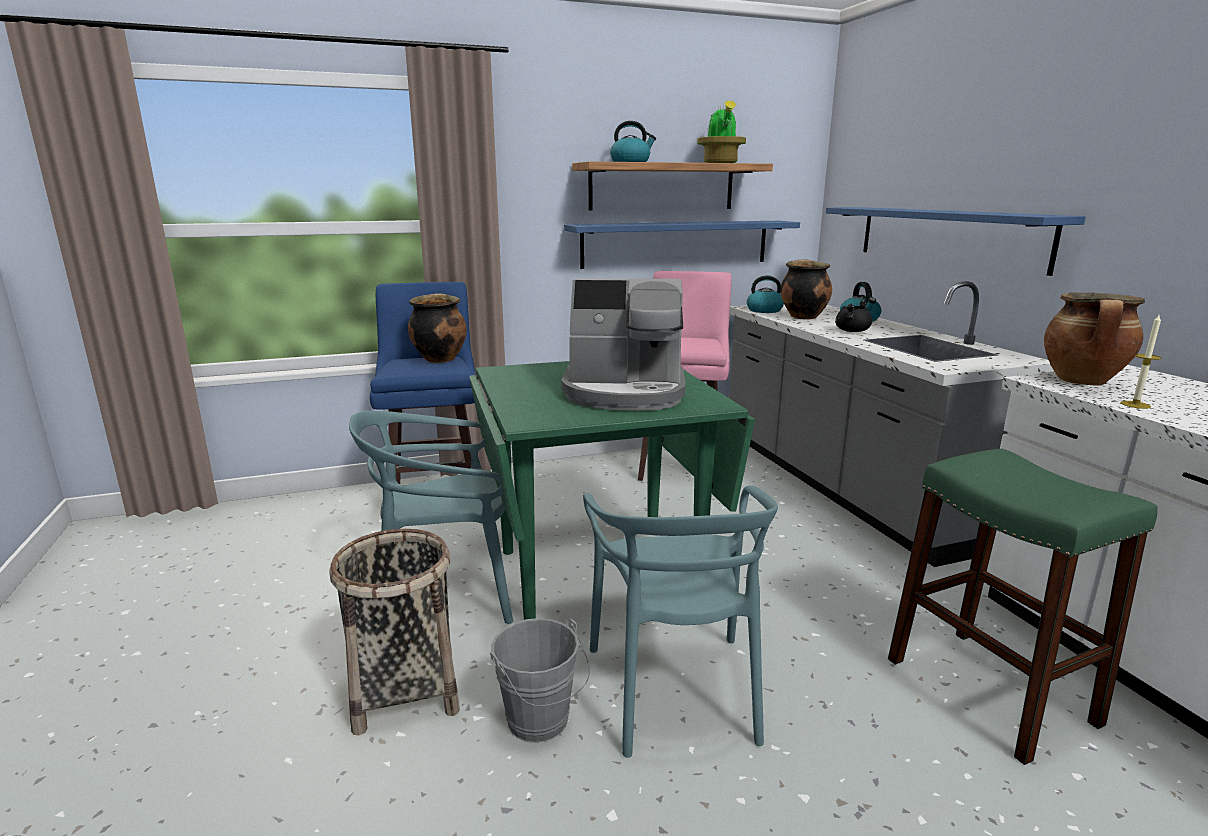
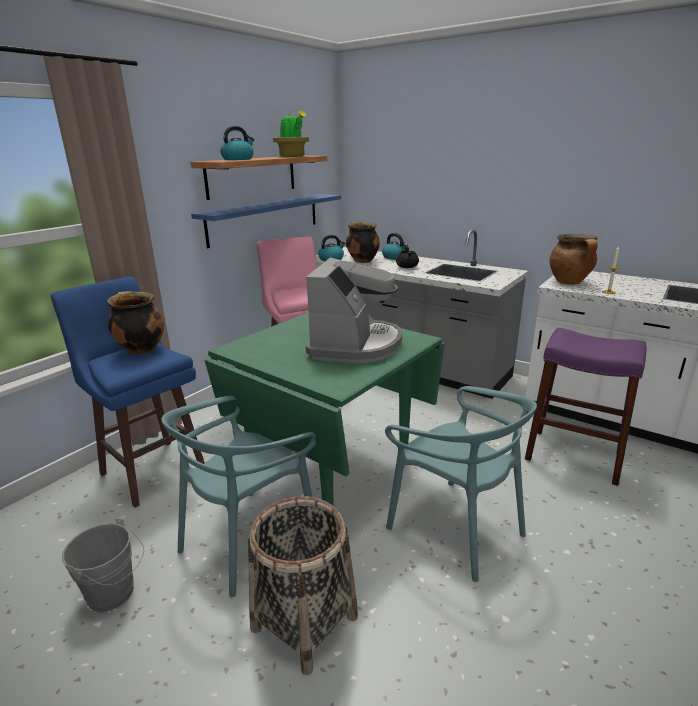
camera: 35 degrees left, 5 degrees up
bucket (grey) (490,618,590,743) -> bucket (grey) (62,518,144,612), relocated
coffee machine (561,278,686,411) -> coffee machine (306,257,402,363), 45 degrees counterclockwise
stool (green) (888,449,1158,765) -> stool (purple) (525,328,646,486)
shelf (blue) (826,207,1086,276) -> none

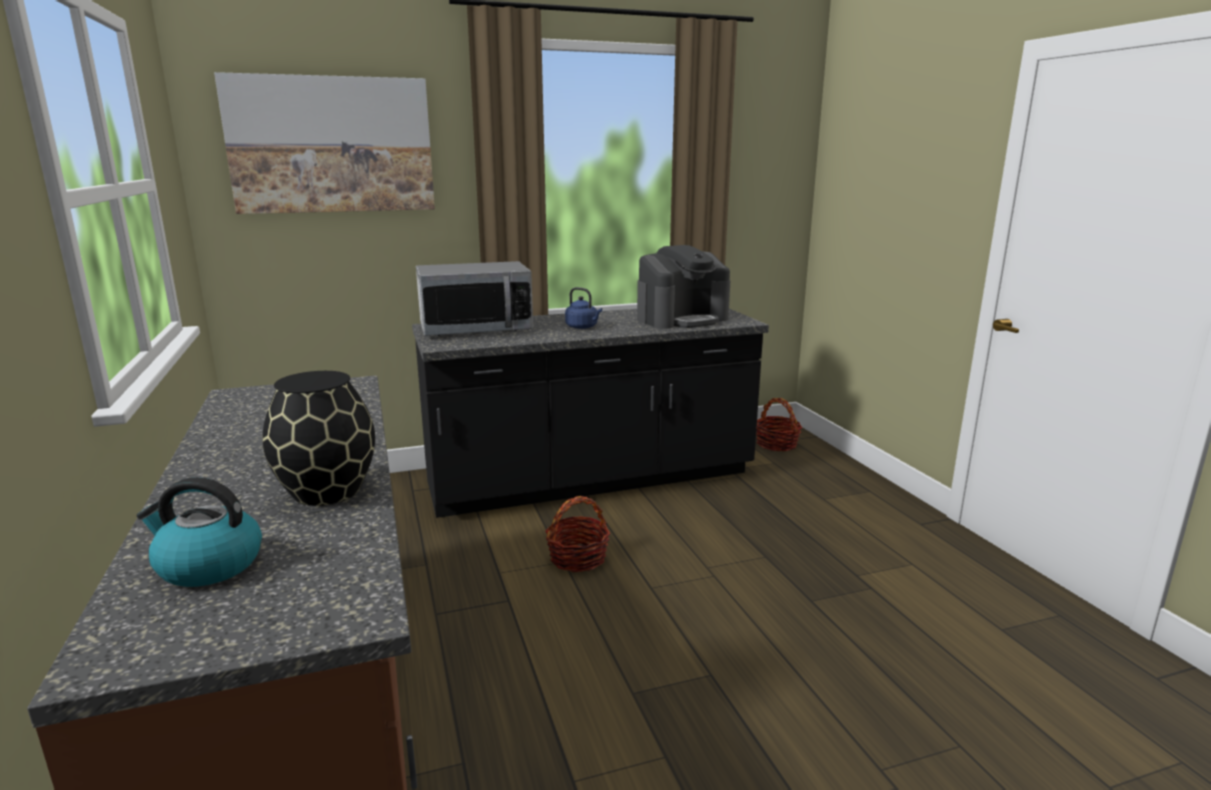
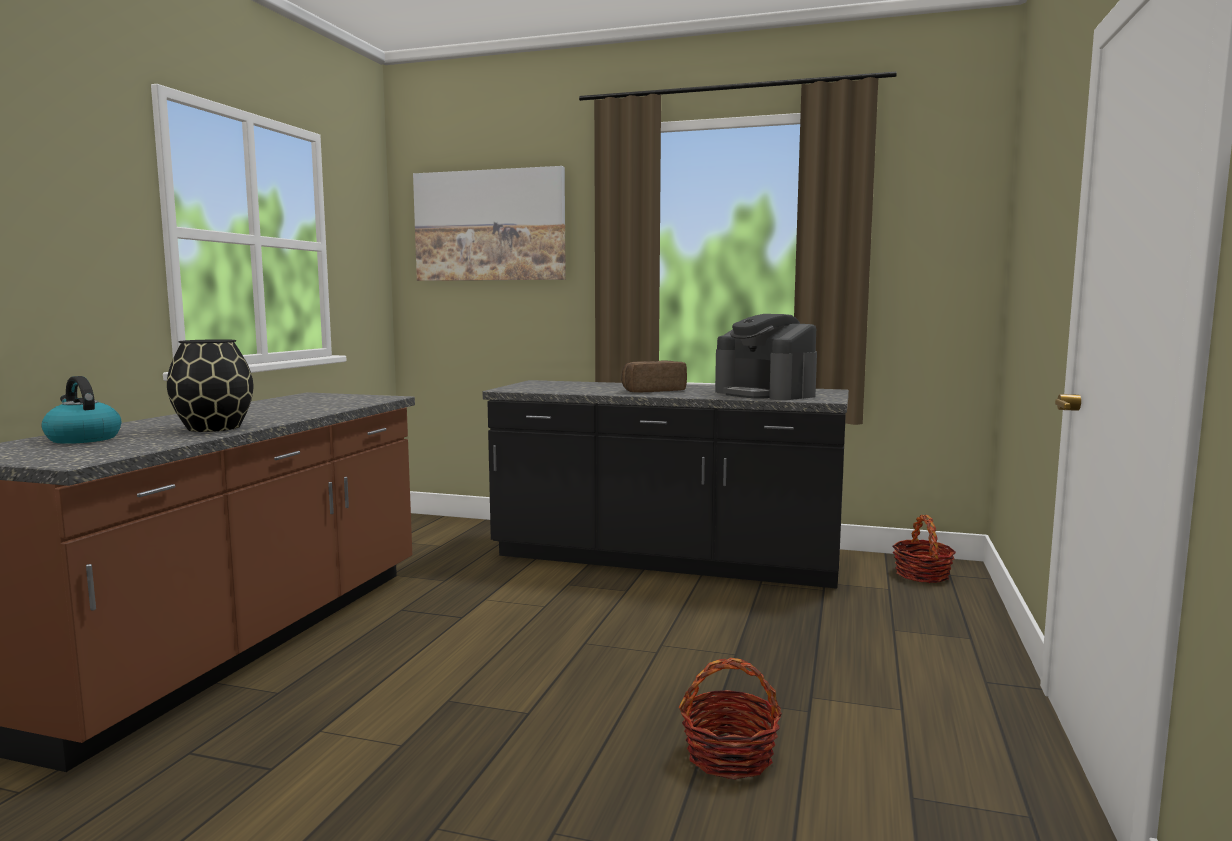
camera: 35 degrees right, 10 degrees down
kettle (blue) (565,287,602,329) -> bread (621,360,687,393)
basket (545,496,611,572) -> basket (679,658,782,780), relocated
coffee machine (637,245,731,329) -> coffee machine (715,314,817,400), 45 degrees clockwise
microwave (416,261,533,336) -> none

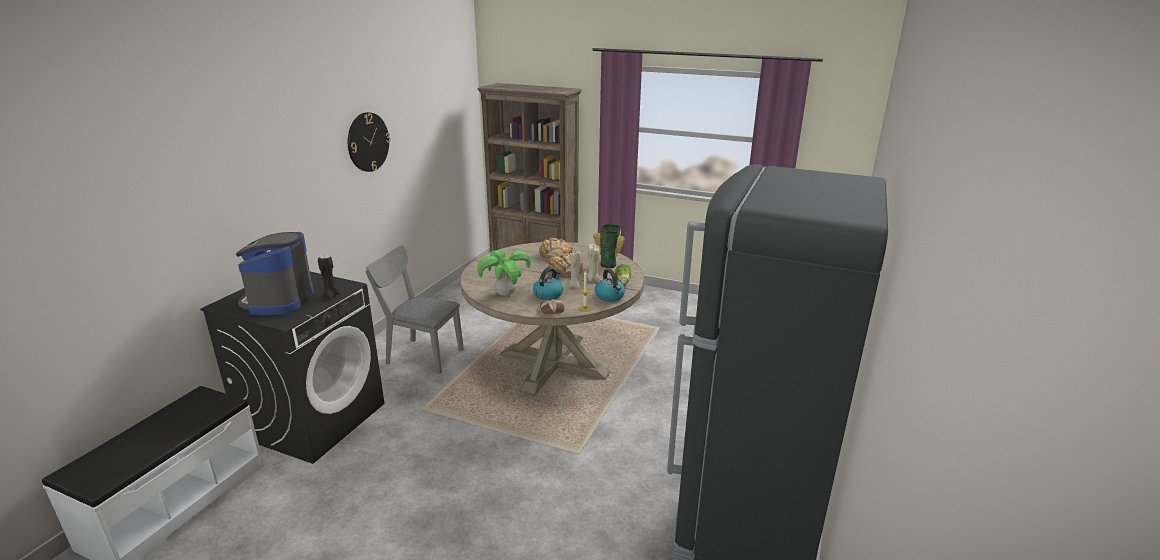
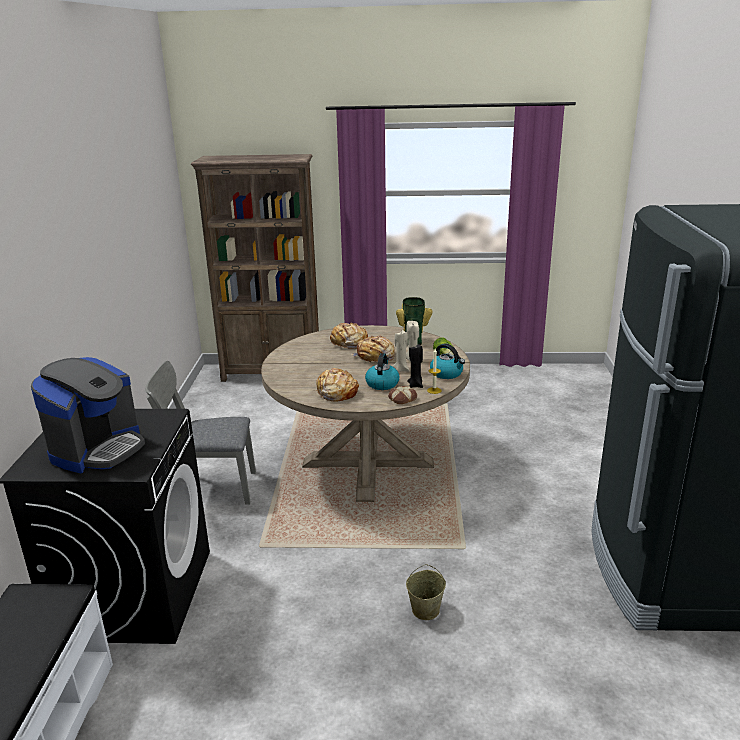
camera: 20 degrees left, 0 degrees up
coffee machine (236,232,314,315) -> coffee machine (31,357,145,473), 135 degrees counterclockwise
potted plant (477,249,531,296) -> bread (315,368,359,402)
none -> bucket (beige) (406,564,446,620)
candle (black) (318,257,340,299) -> candle (black) (407,344,423,388), relocated
wall clock (348,112,391,172) -> none

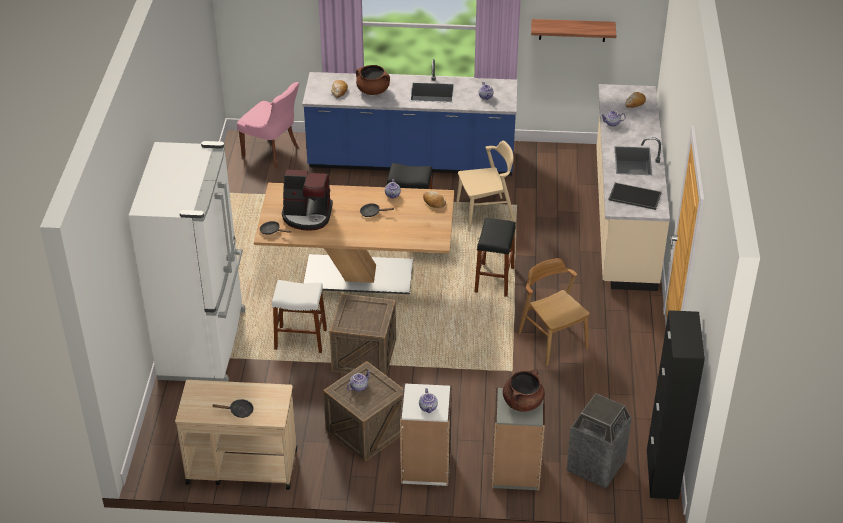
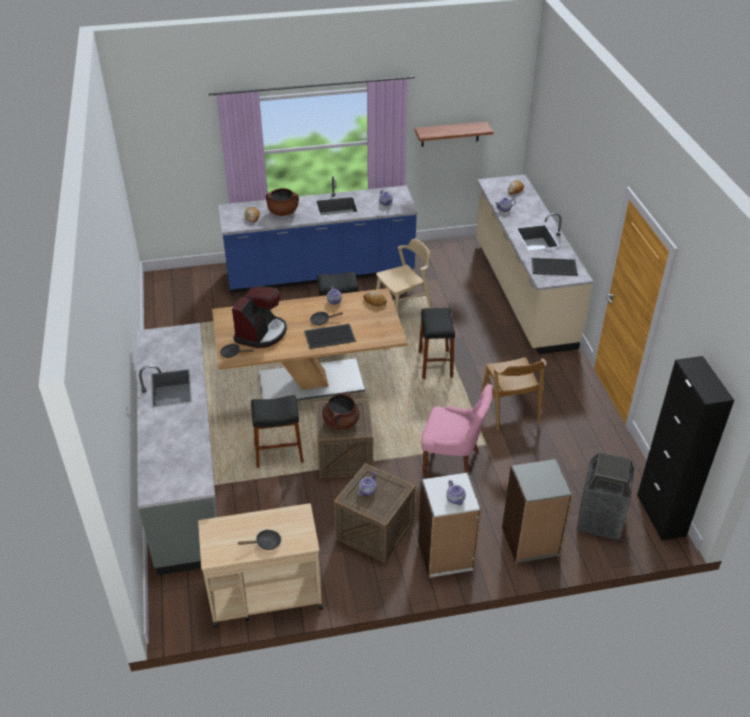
camera: 15 degrees left, 0 degrees up
fridge (white) (129,141,245,382) -> counter (grey) (137,323,217,575)
coffee machine (282,170,333,231) -> coffee machine (232,286,287,348), 60 degrees counterclockwise
stool (white) (272,280,327,353) -> stool (black) (251,395,304,468)
none -> tray (304,324,356,349)
cooking pot (brown) (503,370,545,412) -> cooking pot (brown) (322,391,359,430), relocated
chair (pink) (237,82,299,168) -> chair (pink) (422,384,492,476), relocated
chair (brown) (518,258,590,366) -> chair (brown) (481,357,546,431), 150 degrees counterclockwise

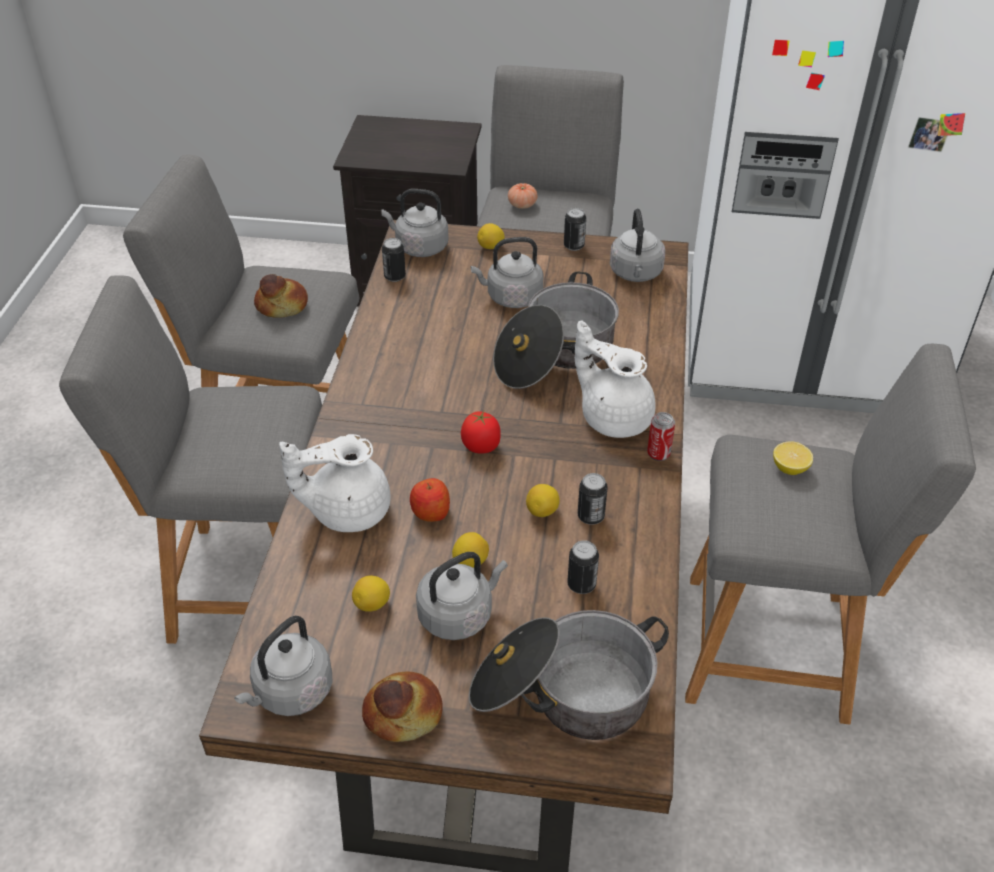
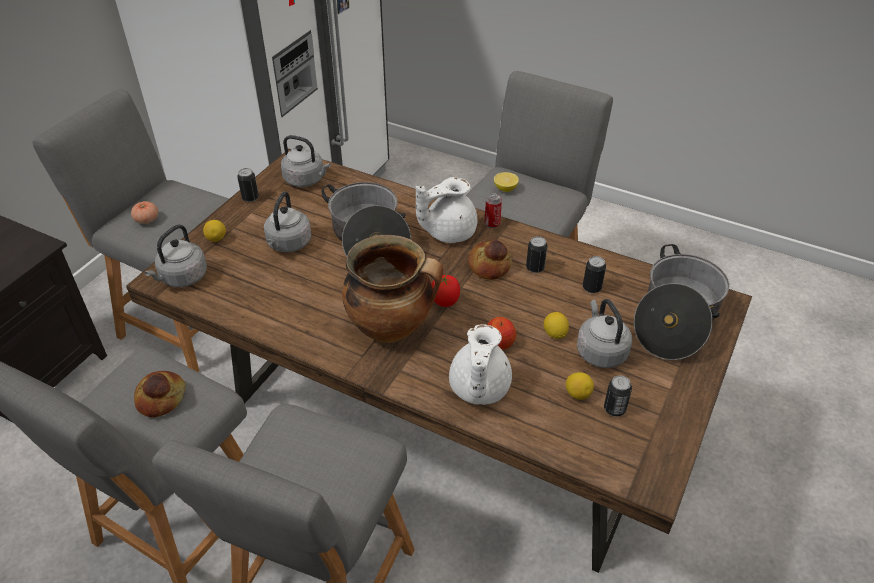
camera: 70 degrees left, 0 degrees up
none -> cooking pot (342,235,443,343)
bread (362,672,443,742) -> bread (468,239,512,280), relocated
can (382,238,406,282) -> can (604,375,632,417), relocated
kettle (grey) (234,616,333,716) -> none
lemon (526,484,560,517) -> none

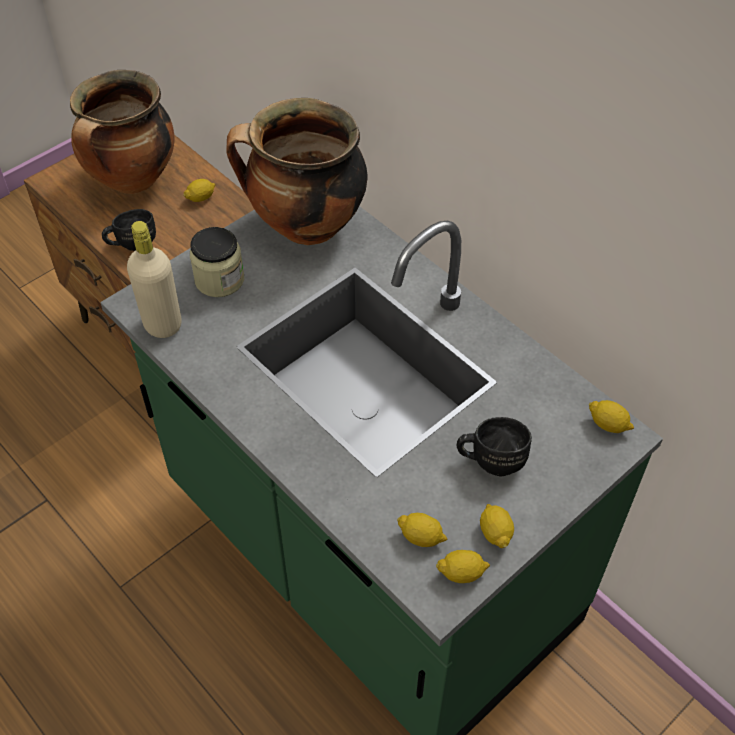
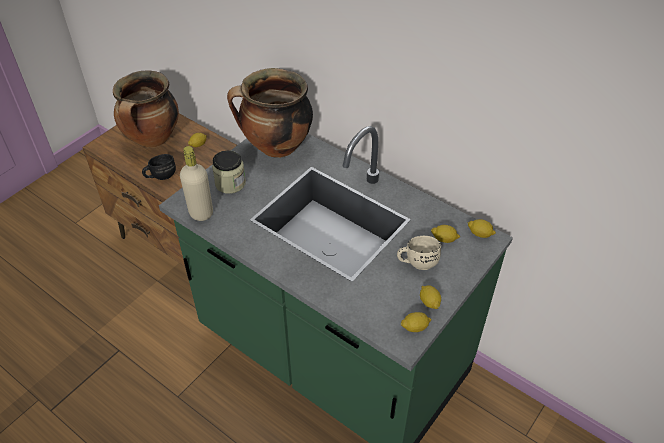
camera: 10 degrees left, 5 degrees down
mug (black) (457,417,532,476) -> mug (beige) (397,236,441,270)
lemon (397,513,448,547) -> lemon (431,225,460,243), relocated

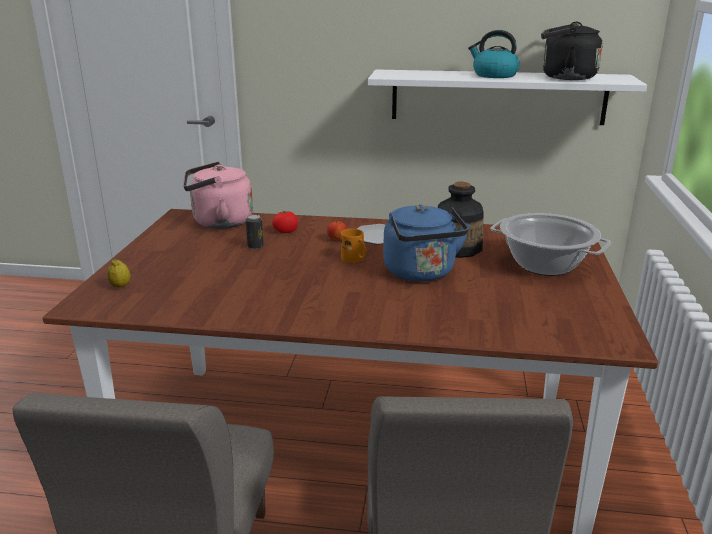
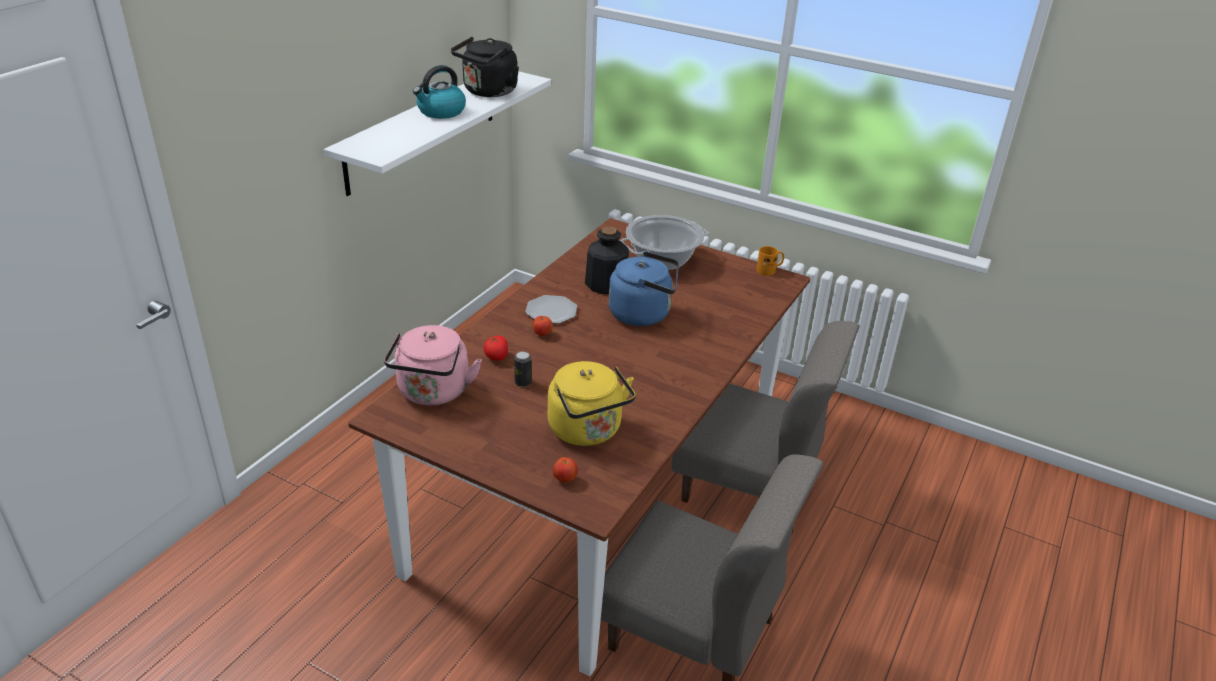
camera: 70 degrees left, 10 degrees up
none -> kettle (yellow) (548,361,636,446)
lemon (107,259,131,288) -> apple (553,457,578,482)
mug (orange) (341,229,366,263) -> mug (orange) (756,246,784,276), relocated

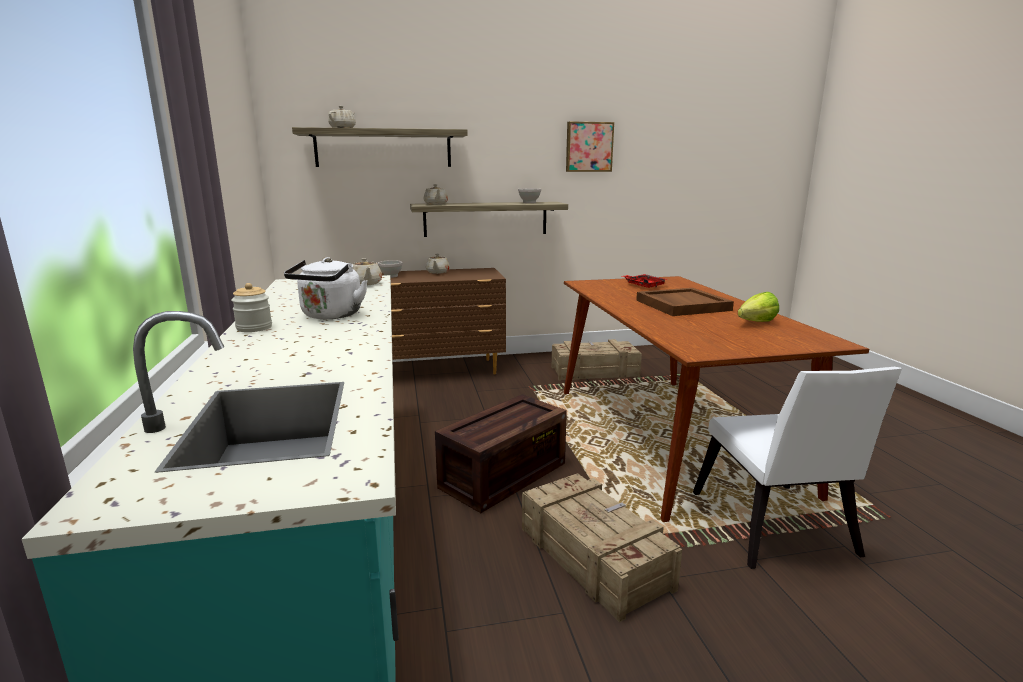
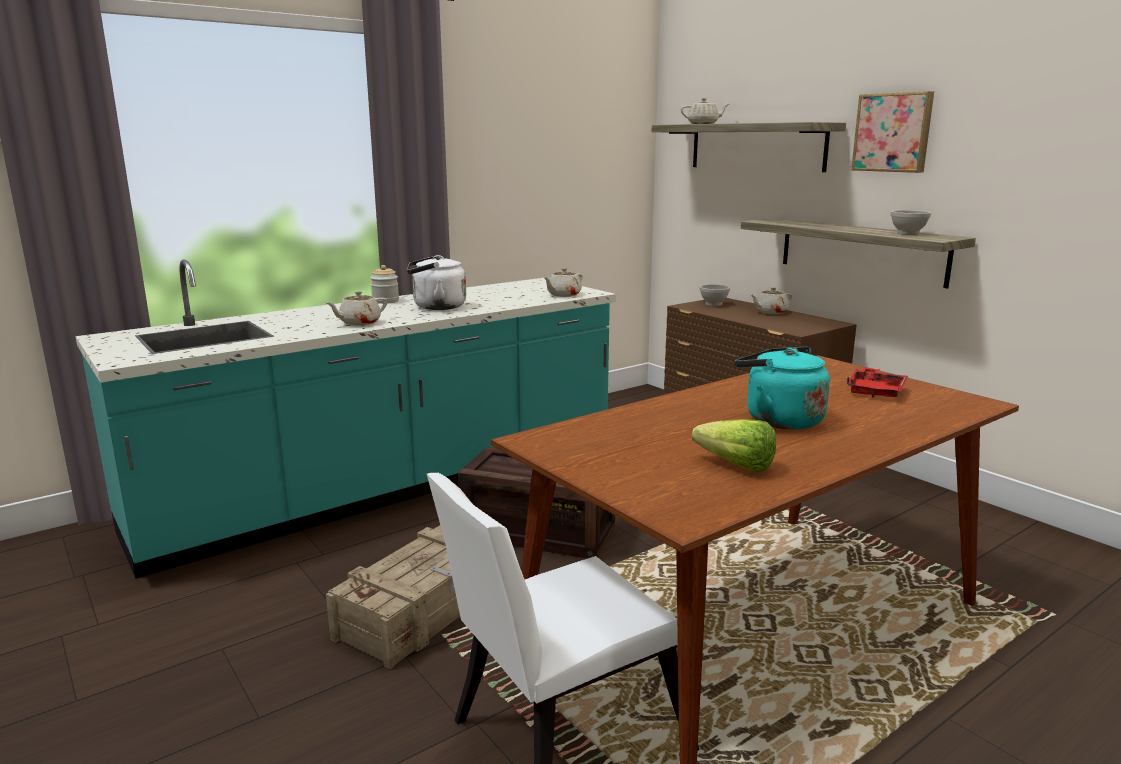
camera: 65 degrees right, 0 degrees up
teapot (beige) (424,184,448,205) -> teapot (beige) (326,291,387,326), relocated
tray (brown) (636,288,734,316) -> kettle (turquoise) (735,347,830,430)
picture (566,121,614,172) -> picture (851,91,934,173), relocated
crate (552,339,642,380) -> none

